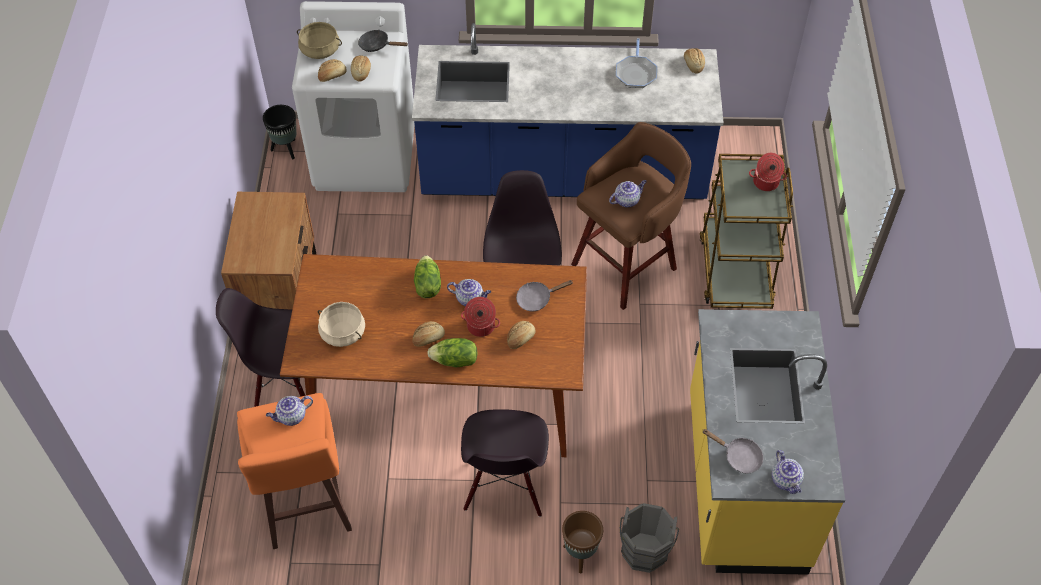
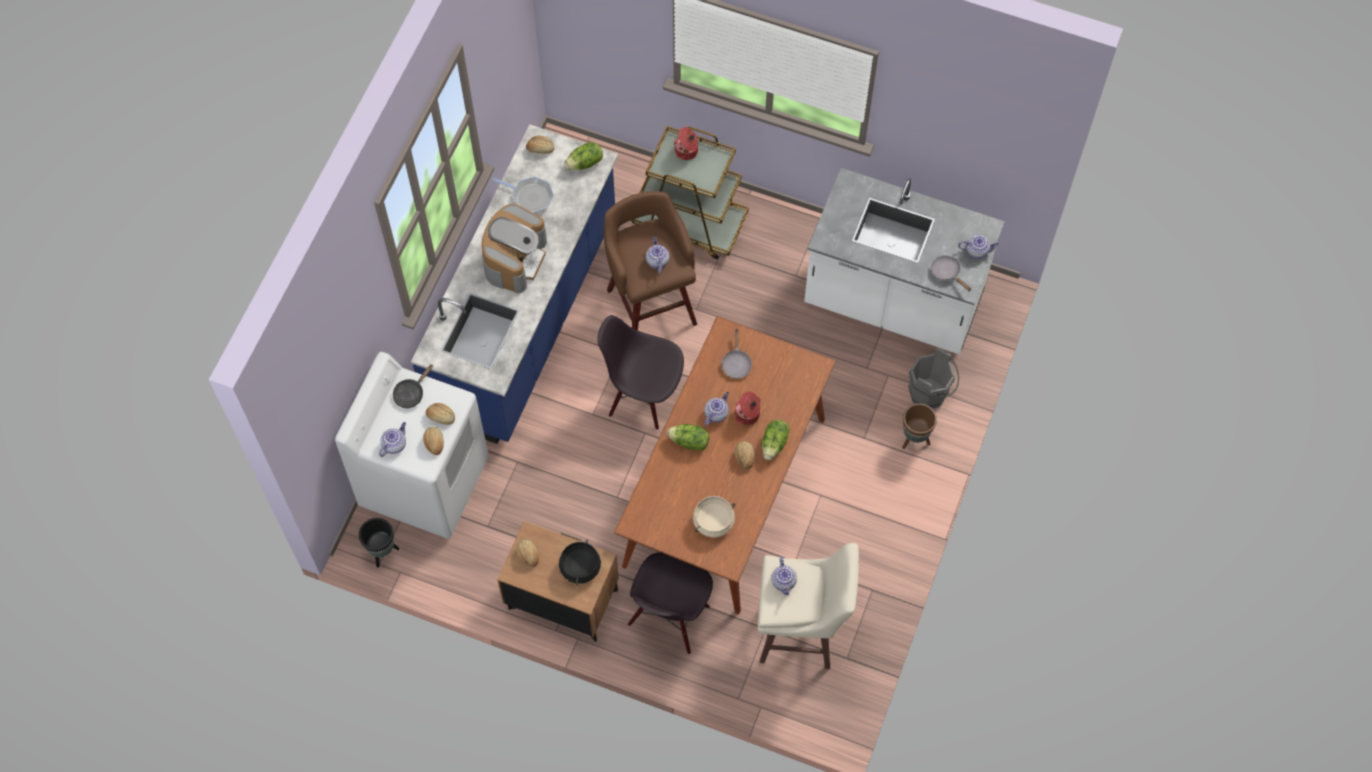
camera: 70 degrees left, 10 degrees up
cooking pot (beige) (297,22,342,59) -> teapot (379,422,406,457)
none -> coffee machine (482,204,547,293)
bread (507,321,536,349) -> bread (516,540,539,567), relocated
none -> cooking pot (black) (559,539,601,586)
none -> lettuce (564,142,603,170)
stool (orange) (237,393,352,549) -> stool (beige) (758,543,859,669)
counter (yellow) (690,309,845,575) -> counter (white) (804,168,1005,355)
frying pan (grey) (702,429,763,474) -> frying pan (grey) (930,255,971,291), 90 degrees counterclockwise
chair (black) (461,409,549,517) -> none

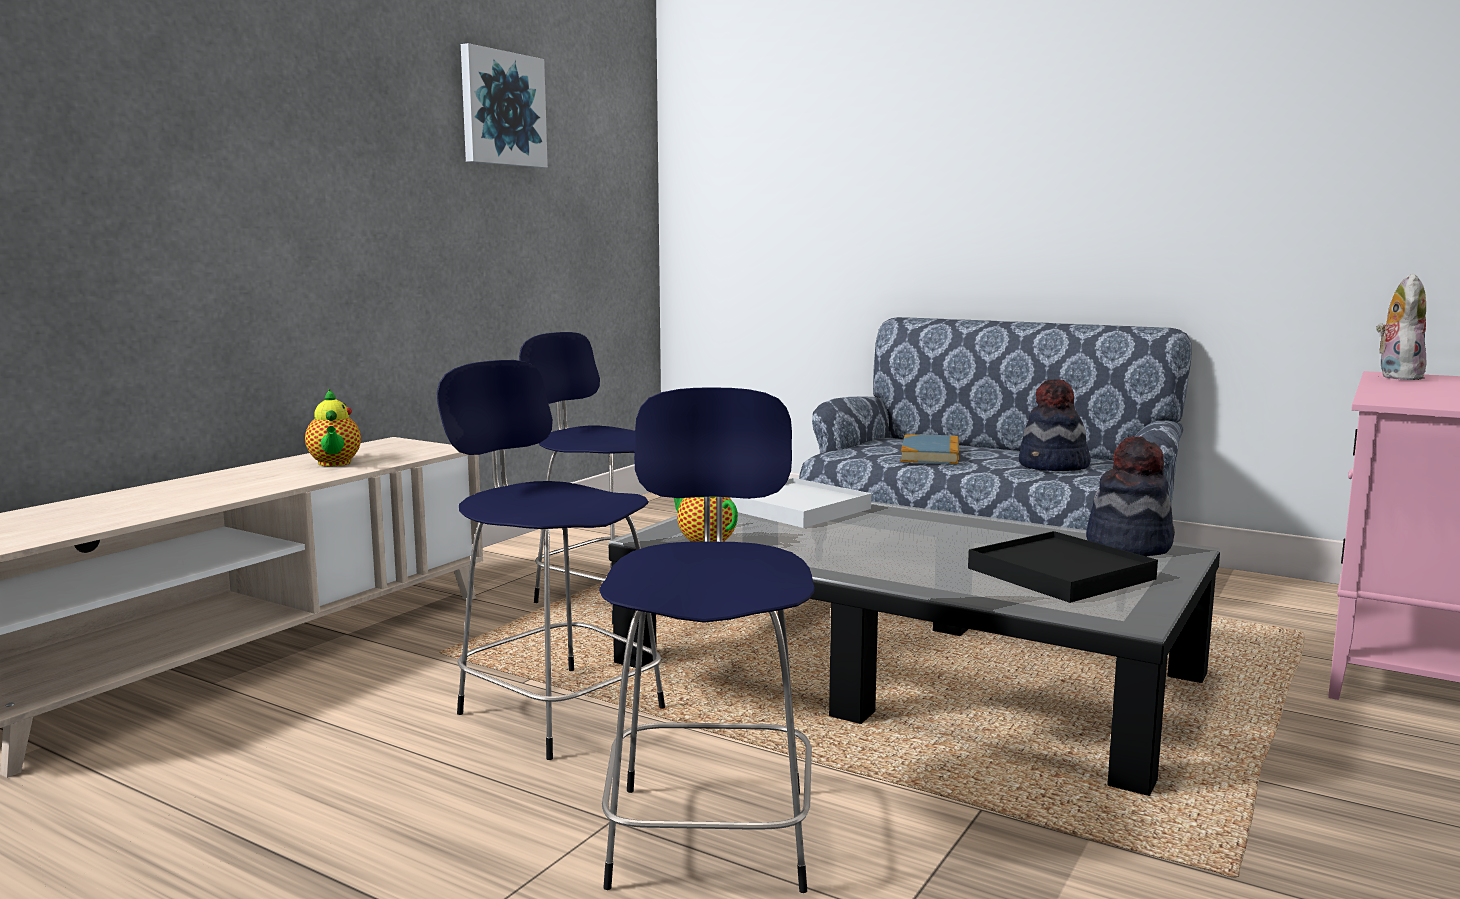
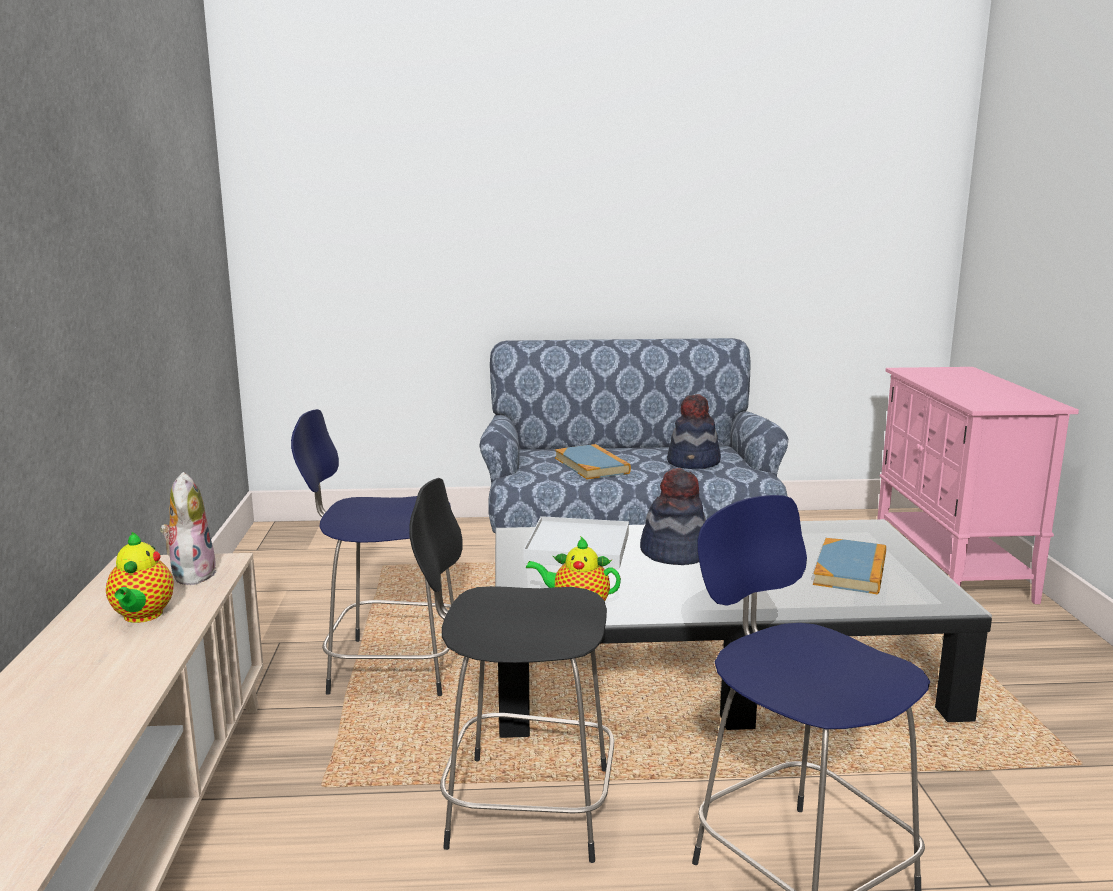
camera: 35 degrees left, 5 degrees up
teapot (305,389,361,466) -> teapot (106,532,174,623), 45 degrees clockwise
plush toy (1376,274,1426,380) -> plush toy (160,472,216,585), relocated
stool (blue) (437,360,665,760) -> stool (black) (409,478,614,863)
hat (1086,436,1175,556) -> hat (640,468,706,565), relocated
tray (black) (968,531,1158,603) -> book (813,538,886,594)
picture (461,43,548,168) -> none

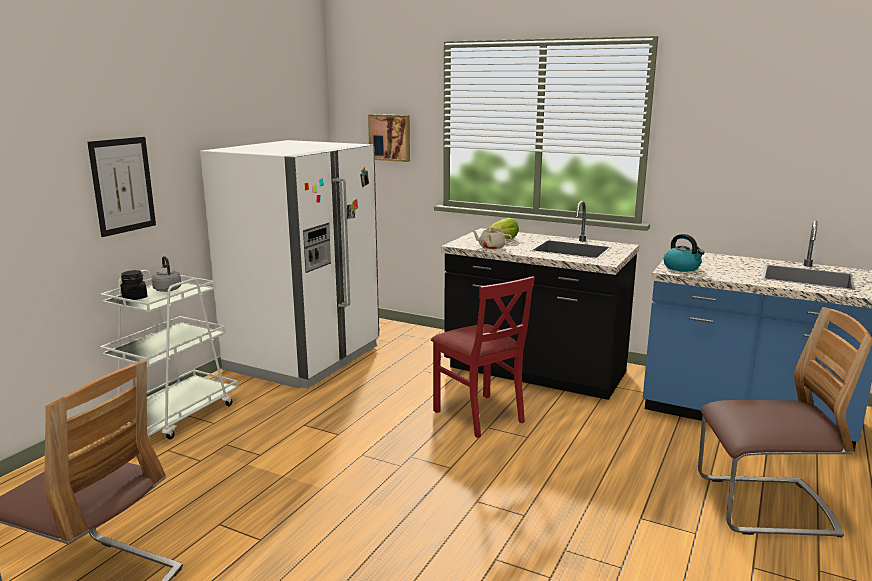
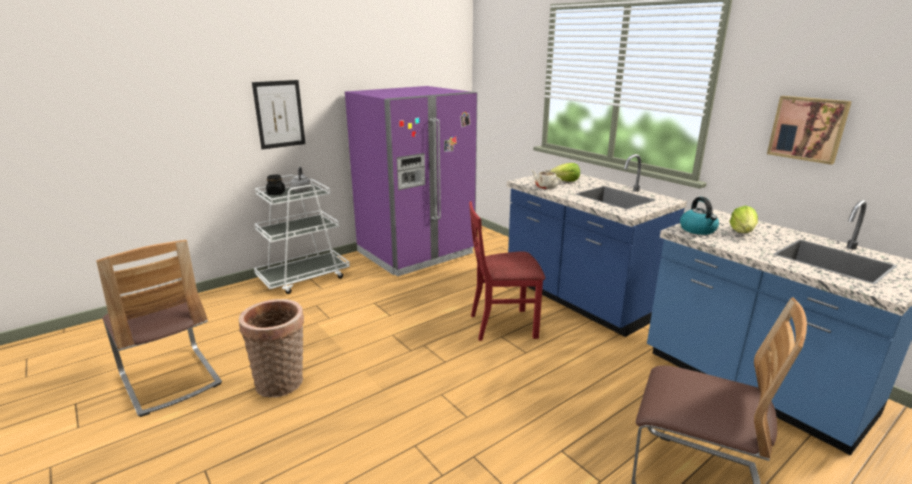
camera: 25 degrees right, 5 degrees up
none -> basket (239,299,304,398)
fridge (white) (200,140,379,389) -> fridge (purple) (345,86,478,277)
chair (red) (431,276,535,438) -> chair (red) (469,201,545,341), 90 degrees clockwise
counter (black) (441,201,639,400) -> counter (blue) (507,154,687,337)
none -> lettuce (729,206,758,233)
picture (368,114,410,162) -> picture (767,96,852,165), relocated

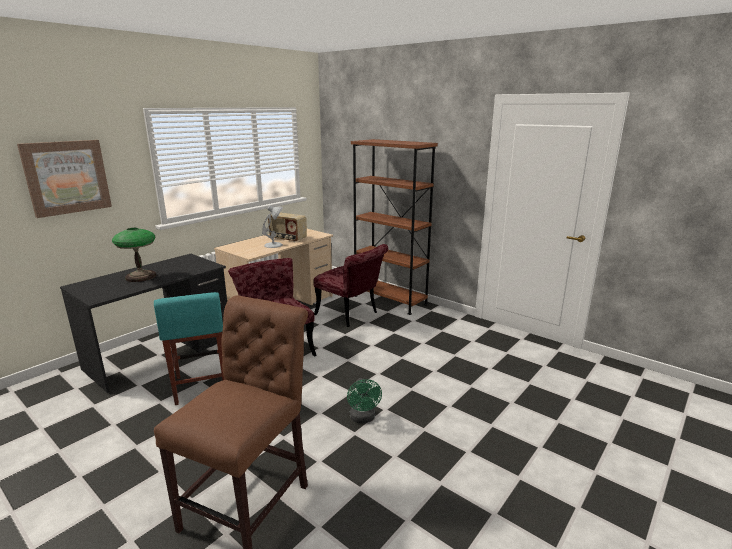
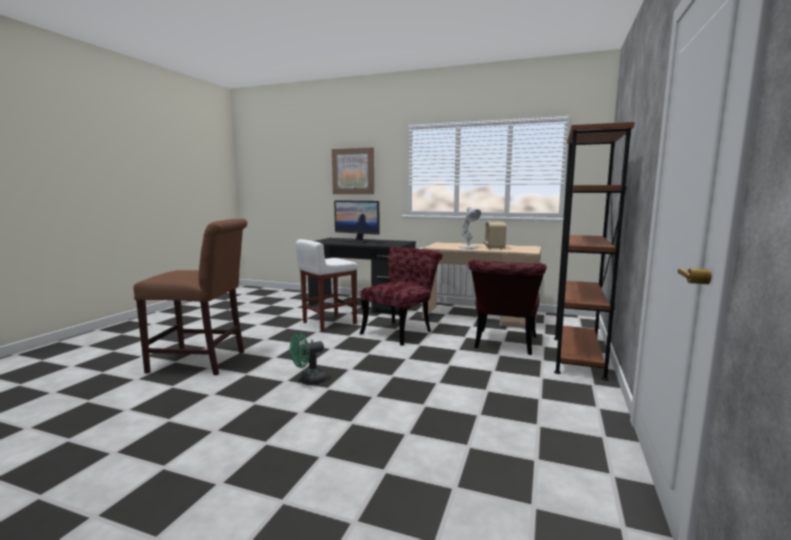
camera: 70 degrees right, 10 degrees down
stool (turquoise) (154,292,224,405) -> stool (white) (296,239,358,332)
table lamp (112,228,156,282) -> monitor (334,200,380,243)

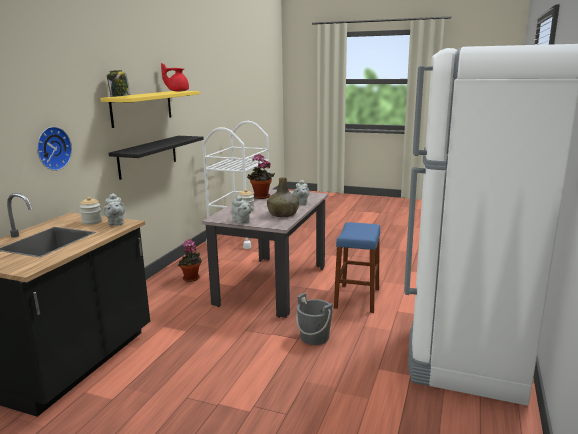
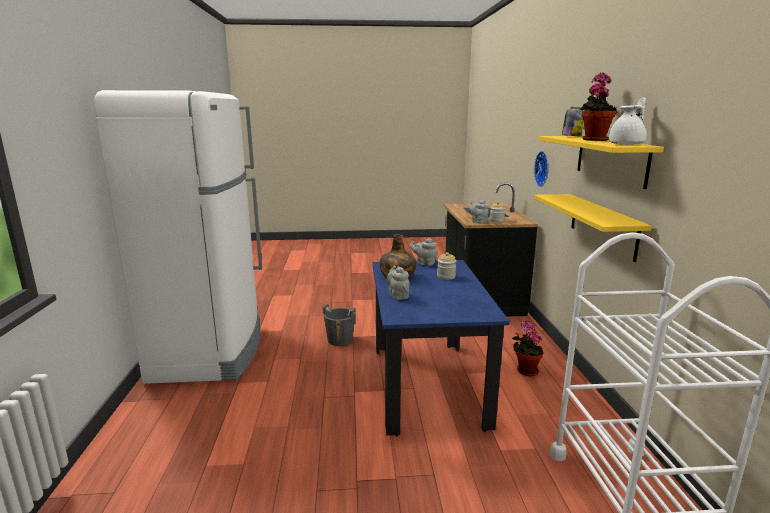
camera: 155 degrees right, 0 degrees up
dining table (beige) (202,189,328,318) -> dining table (blue) (372,260,510,436)
shelf (black) (109,136,204,180) -> shelf (yellow) (534,194,652,262)
potted plant (247,154,275,199) -> potted plant (580,72,618,141), relocated
teapot (red) (161,63,189,91) -> teapot (white) (609,97,647,145)
stool (blue) (334,222,381,313) -> none

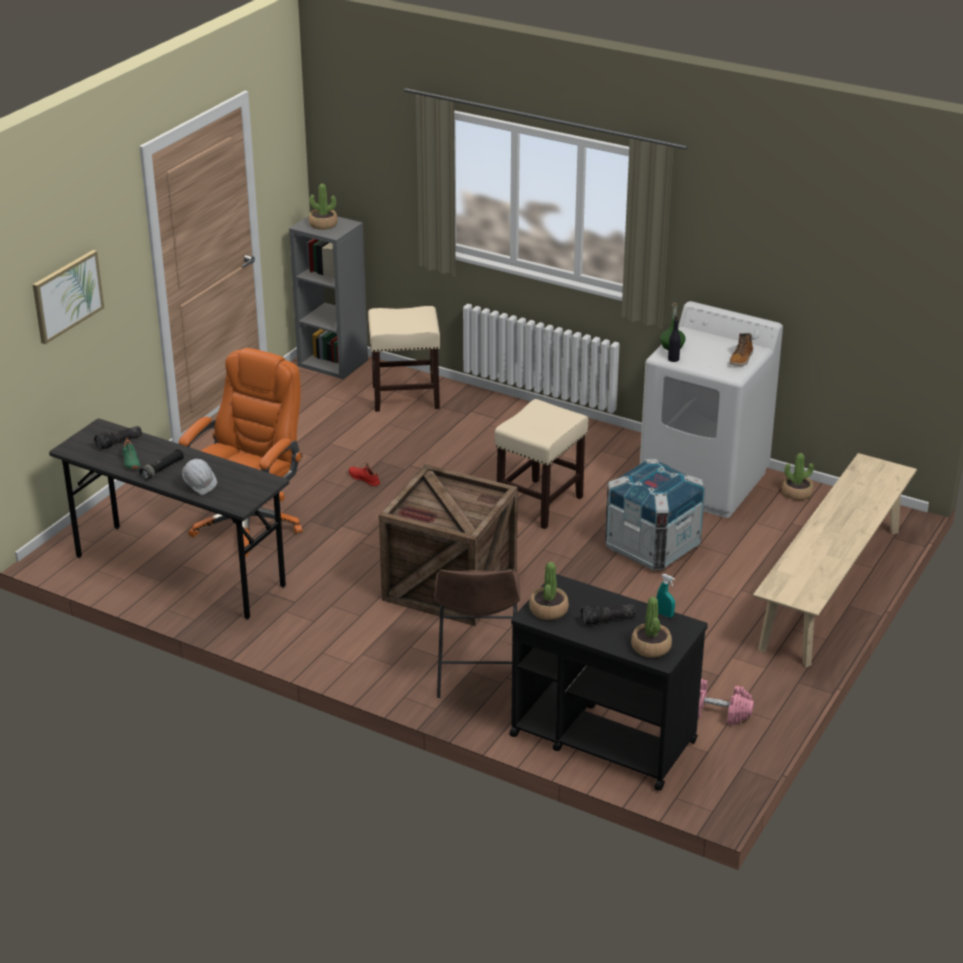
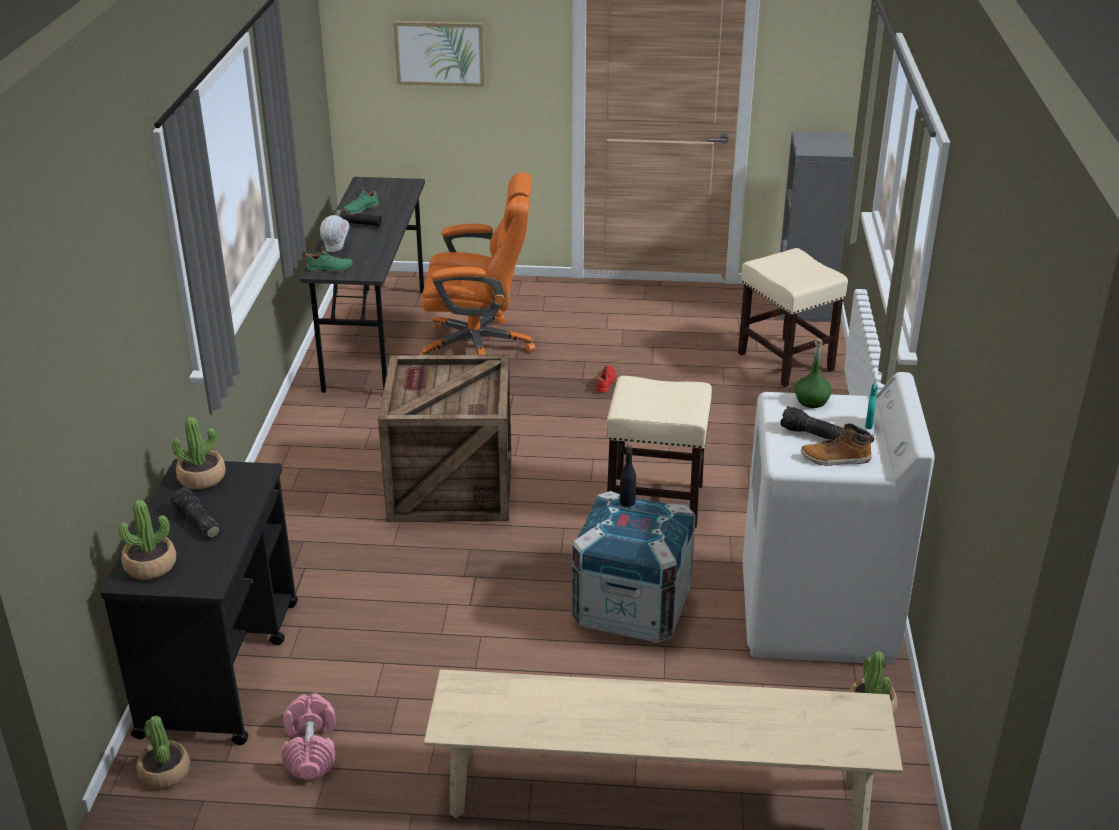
camera: 65 degrees right, 0 degrees up
potted plant (309,184,338,230) -> potted plant (136,716,190,789), relocated
none -> shoe (green) (306,247,353,272)
bottle (black) (668,315,681,362) -> bottle (black) (620,445,637,507), relocated
flashlight (94,426,142,450) -> flashlight (780,406,842,440), relocated
spray bottle (turquoise) (657,574,675,618) -> spray bottle (turquoise) (865,372,878,429), relocated
stool (brown) (434,570,521,698) -> none

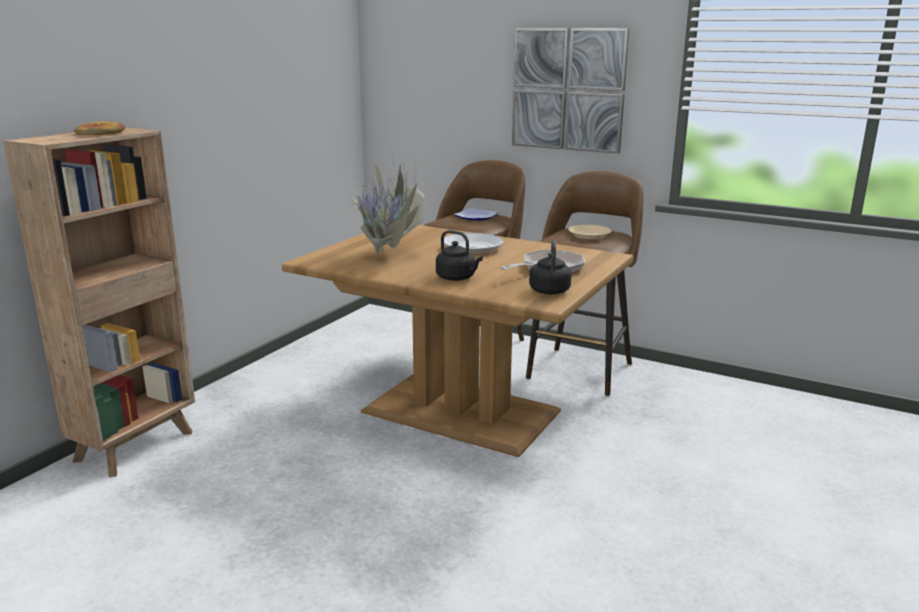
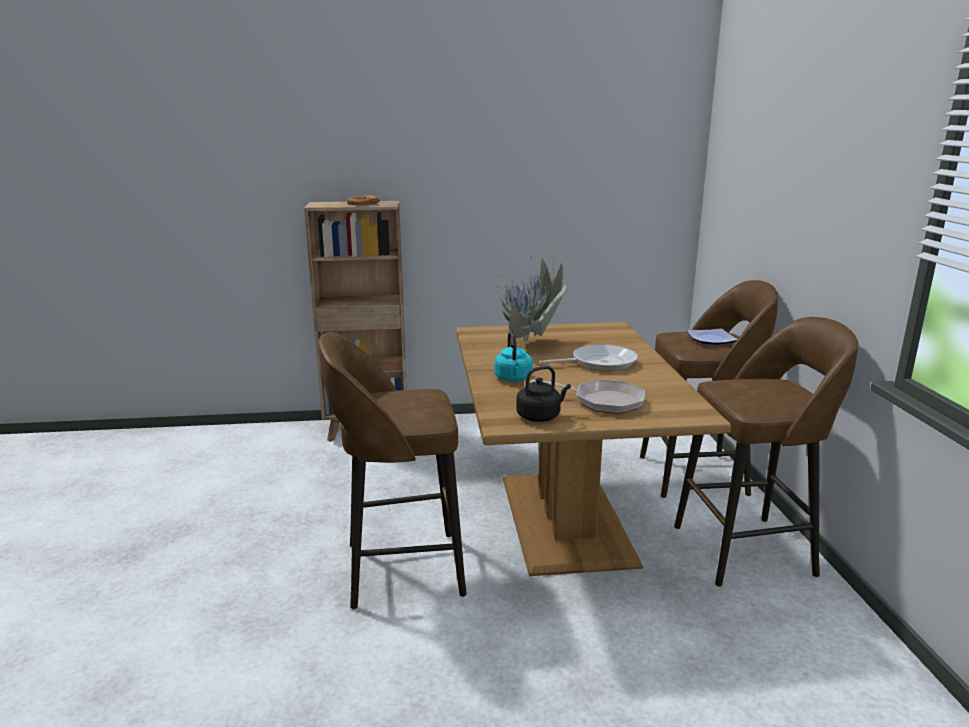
camera: 55 degrees right, 0 degrees up
none -> stool (brown) (319,332,467,610)
kettle (black) (436,230,483,281) -> kettle (turquoise) (494,331,533,382)
picture (512,28,630,154) -> none
plate (beige) (568,225,612,239) -> none

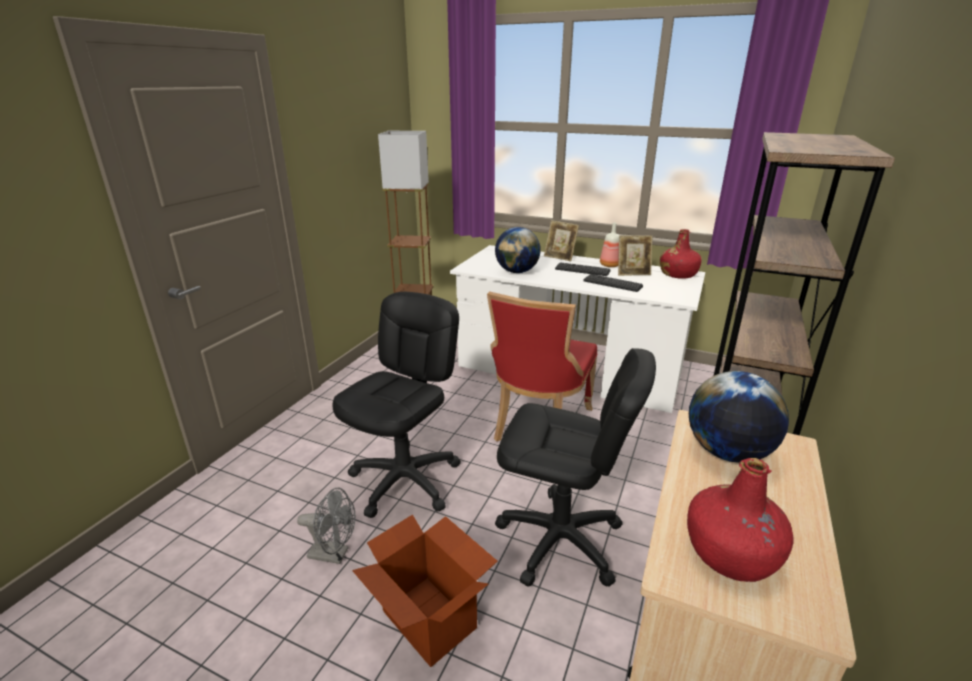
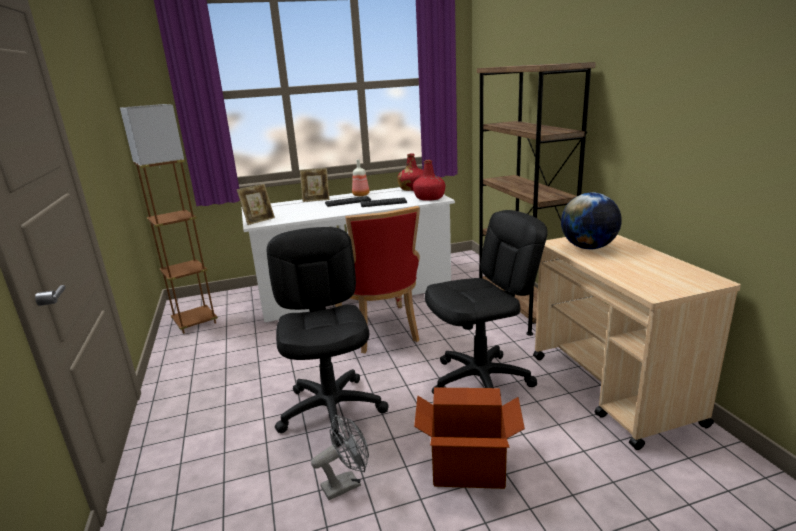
camera: 40 degrees left, 5 degrees down
picture frame (618,235,653,276) -> picture frame (237,184,275,225), relocated
bottle (red) (687,458,793,582) -> bottle (red) (413,160,445,201), relocated
globe (495,227,541,273) -> none

